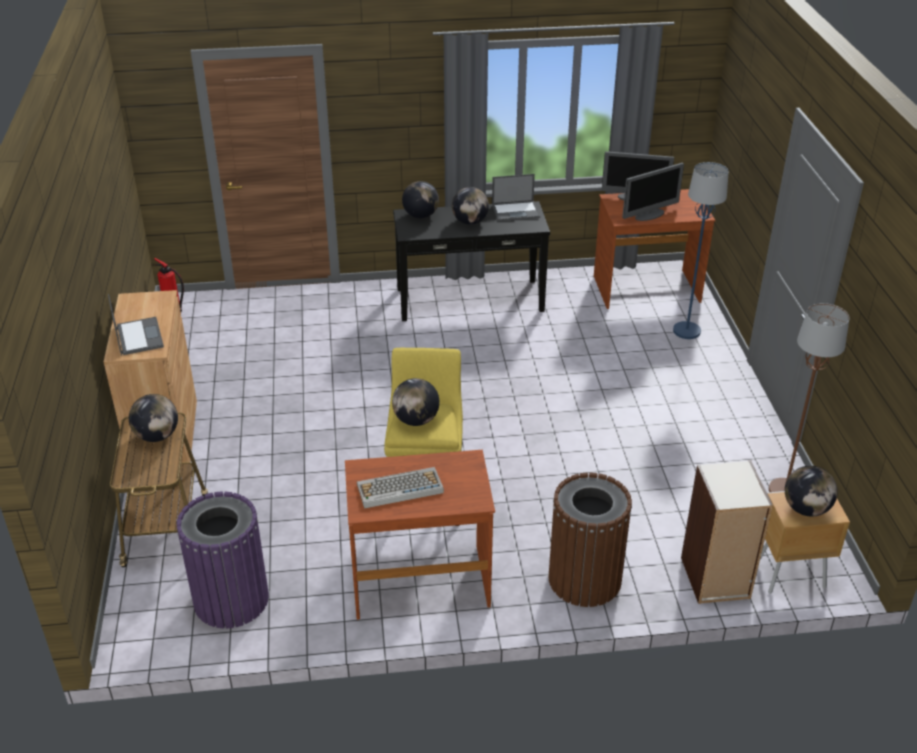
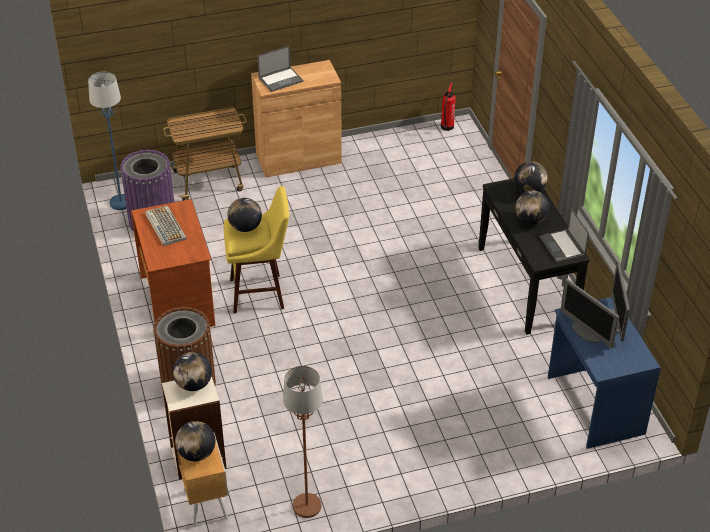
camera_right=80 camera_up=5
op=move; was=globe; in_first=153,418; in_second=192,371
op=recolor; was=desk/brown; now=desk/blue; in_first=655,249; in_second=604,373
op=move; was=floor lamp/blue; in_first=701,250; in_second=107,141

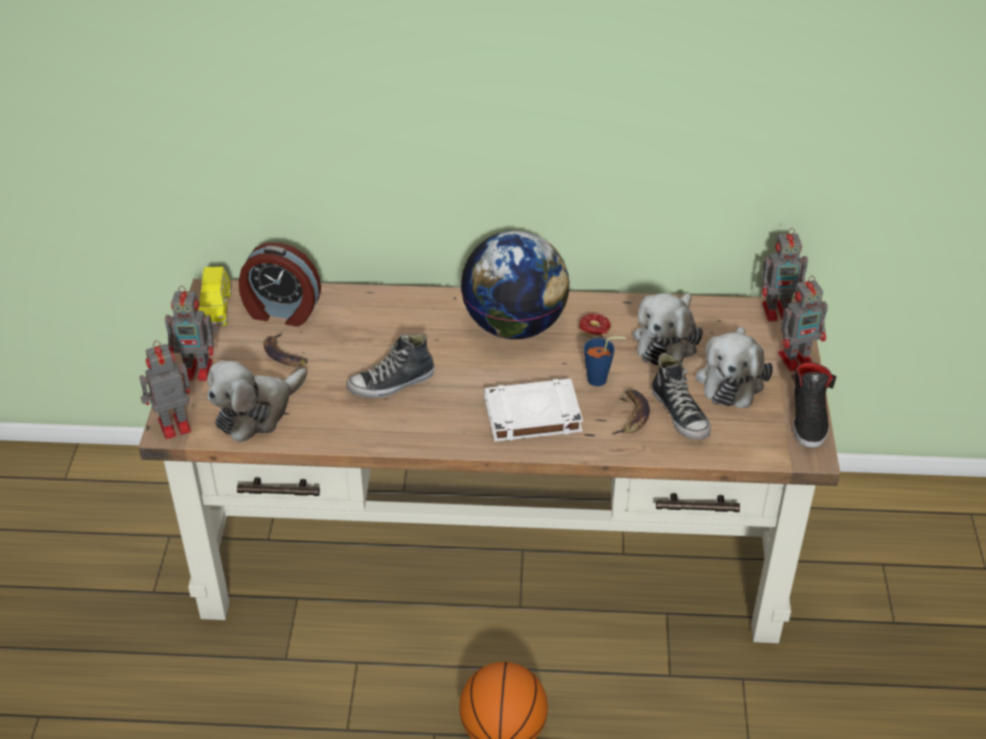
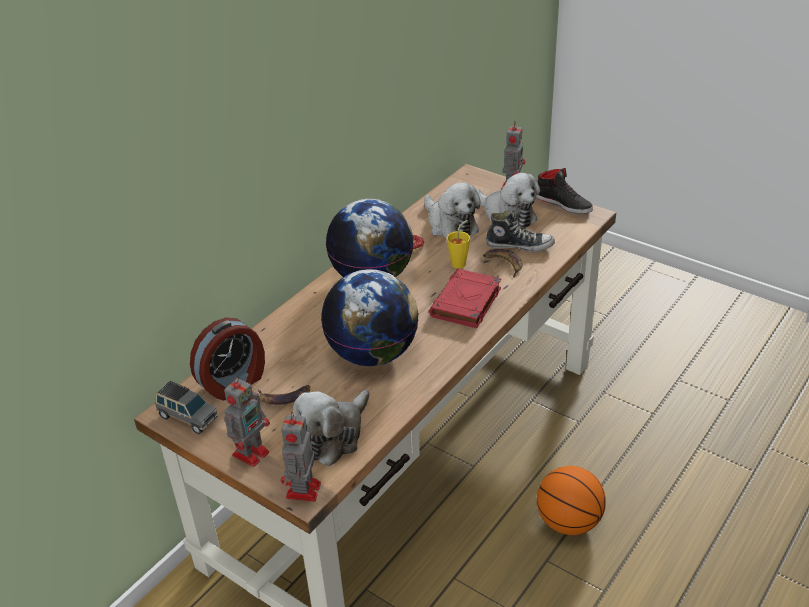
camera_right=-55 camera_up=-5
op=recolor; was=toy car/yellow; now=toy car/grey; in_first=214,296; in_second=186,407
op=rotate; was=plush toy; in_first=257,401; in_second=331,428; clockwise=45
op=replace; was=shoe; now=globe; in_first=390,366; in_second=370,317
op=recolor; was=book/white; now=book/red; in_first=533,410; in_second=465,298
op=recolor; was=cup/blue; now=cup/yellow; in_first=605,361; in_second=458,244
op=delete; was=toy robot; in_first=785,274

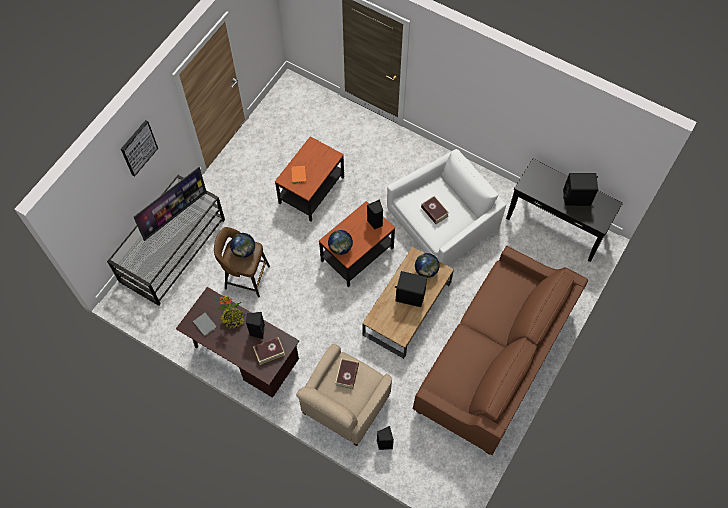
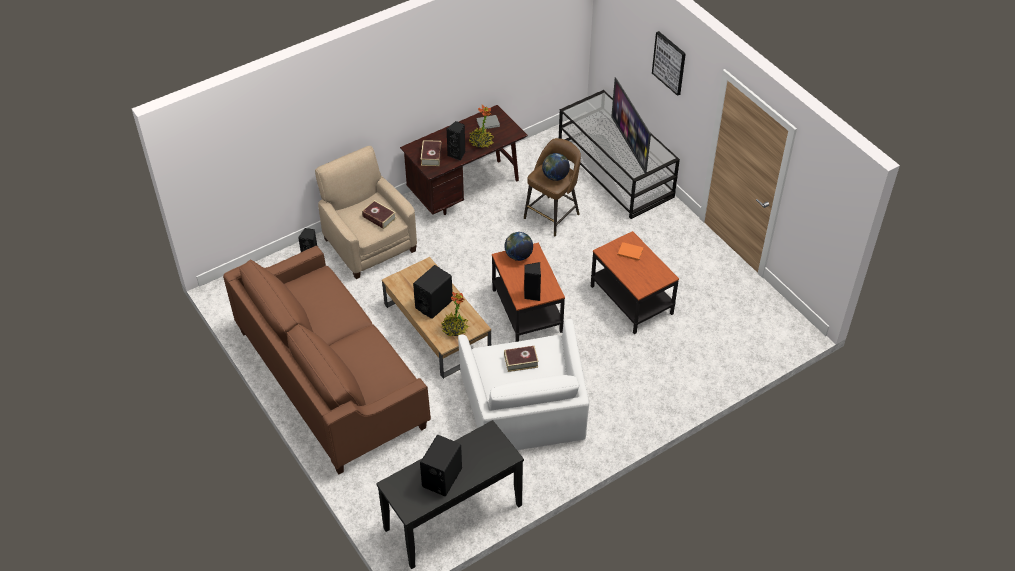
camera_right=115 camera_up=-15
op=replace; was=globe; now=potted plant; in_first=427,265; in_second=455,314

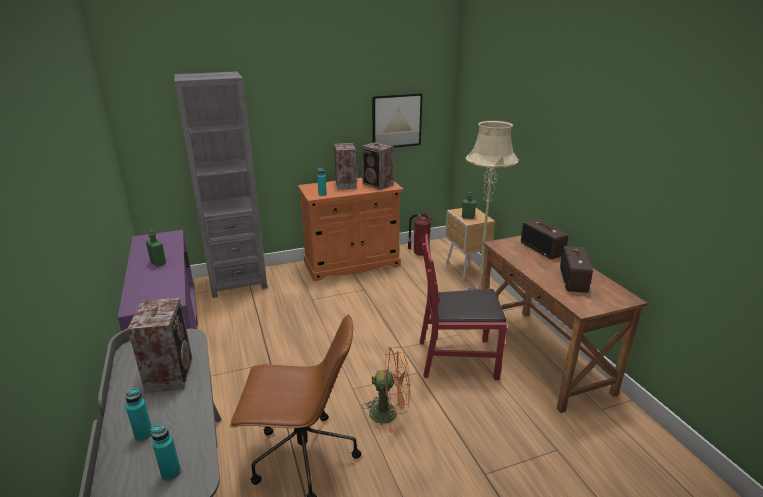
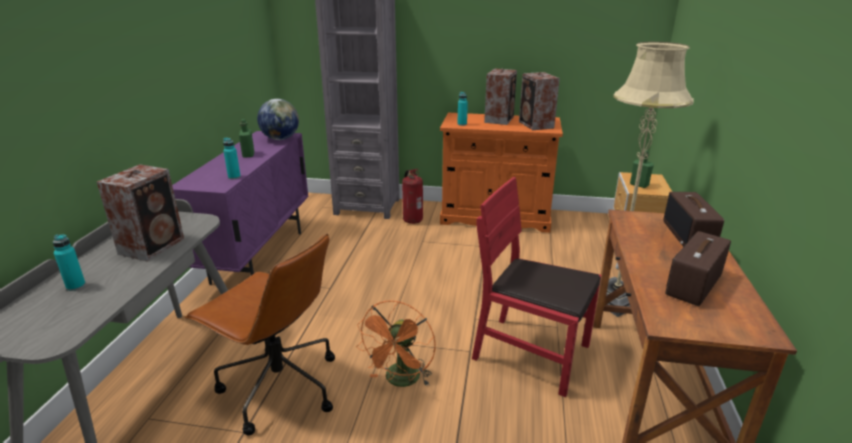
camera_right=30 camera_up=0
op=move; was=bottle/turquoise; in_first=166,453; in_second=232,158
op=rotate; was=fan/orange; in_first=386,390; in_second=396,343; clockwise=75
op=delete; was=picture; in_first=397,120
op=move; was=fire extinguisher; in_first=420,234; in_second=412,196
op=insert; now=globe; in_second=278,119

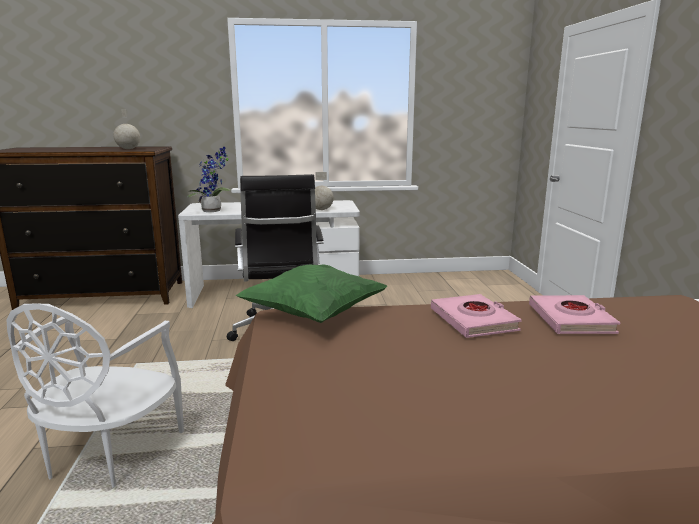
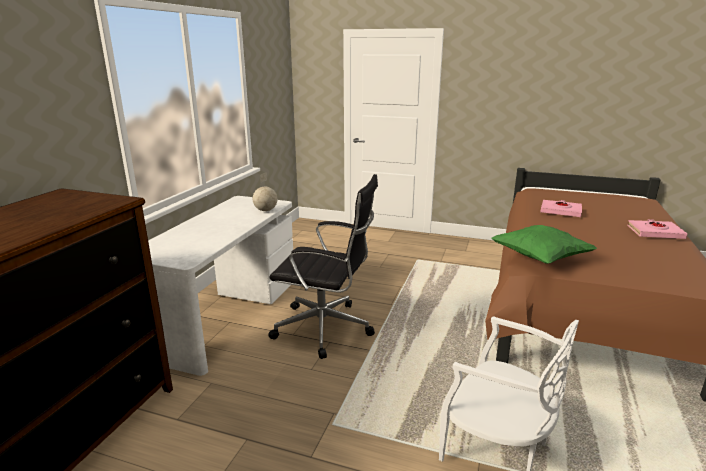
camera_right=-65 camera_up=5
op=delete; was=globe; in_first=126,129
op=delete; was=potted plant; in_first=209,179
op=move; was=book/pink; in_first=476,316; in_second=657,229

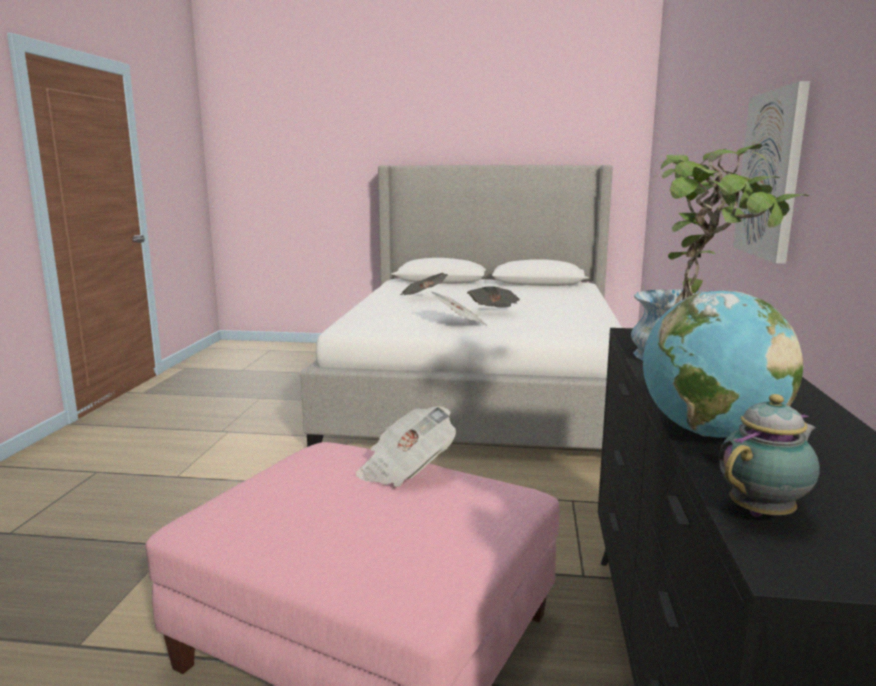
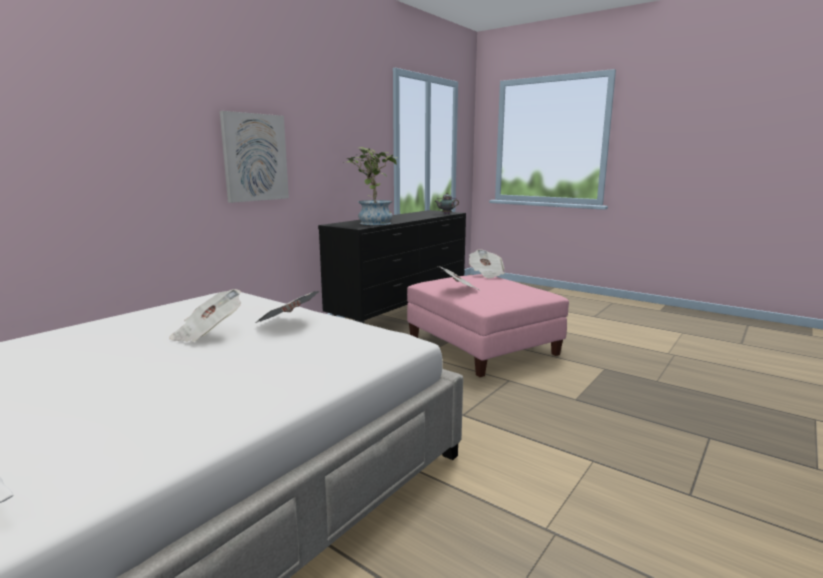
camera_right=-150 camera_up=0
op=move; was=newspaper; in_first=424,284; in_second=487,263
op=delete; was=globe; in_first=723,364

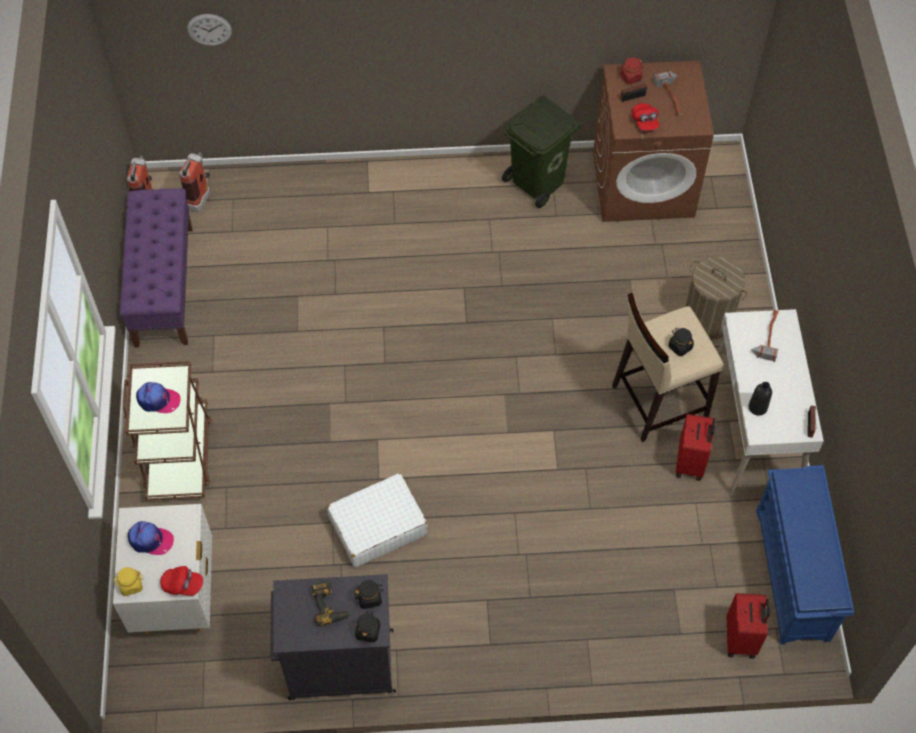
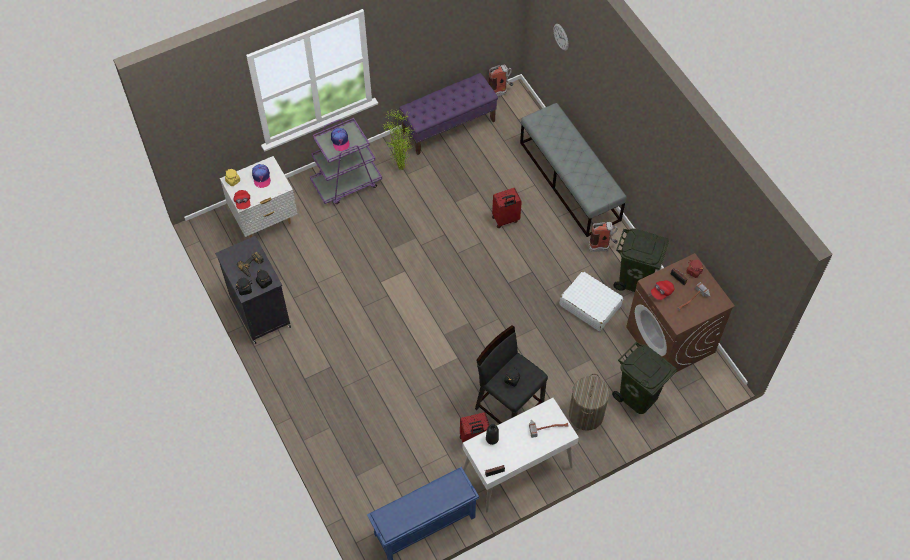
camera_right=65 camera_up=0
op=recolor; was=cart/brown; now=cart/purple; in_first=167,430; in_second=346,161
op=move; was=fire extinguisher; in_first=194,182; in_second=603,237
op=move; was=suitcase/white; in_first=377,520; in_second=591,301
op=recolor; was=stool/beige; now=stool/black; in_first=668,367; in_second=511,374
op=move; was=suitcase/red; in_first=748,626; in_second=507,208
op=insert; now=potted plant; in_second=399,139
op=insert; now=bench/grey; in_second=573,170
op=insert; now=trash can/green; in_second=644,378

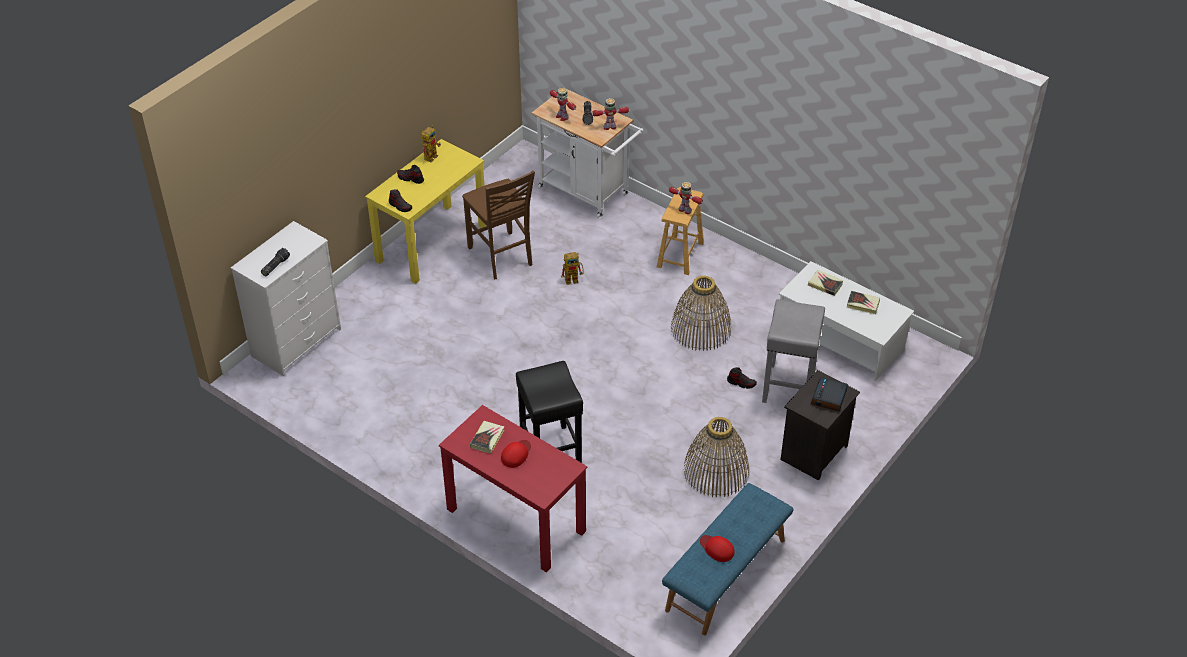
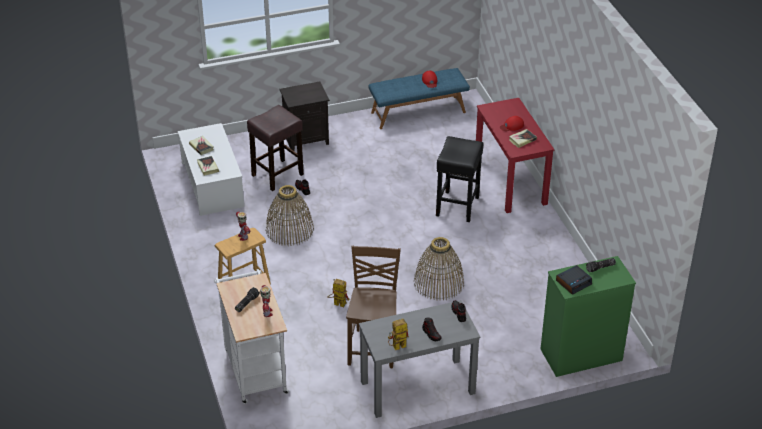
camera_right=-145 camera_up=-5
op=recolor; was=dresser/white; now=dresser/green; in_first=286,298; in_second=588,316
op=recolor; was=desk/yellow; now=desk/grey; in_first=425,211; in_second=419,359
op=delete; was=toy robot; in_first=610,114
op=move; was=basket; in_first=716,457; in_second=439,269
op=recolor; was=stool/grey; now=stool/brown; in_first=793,351; in_second=275,148
op=move; was=alarm clock; in_first=829,394; in_second=574,280

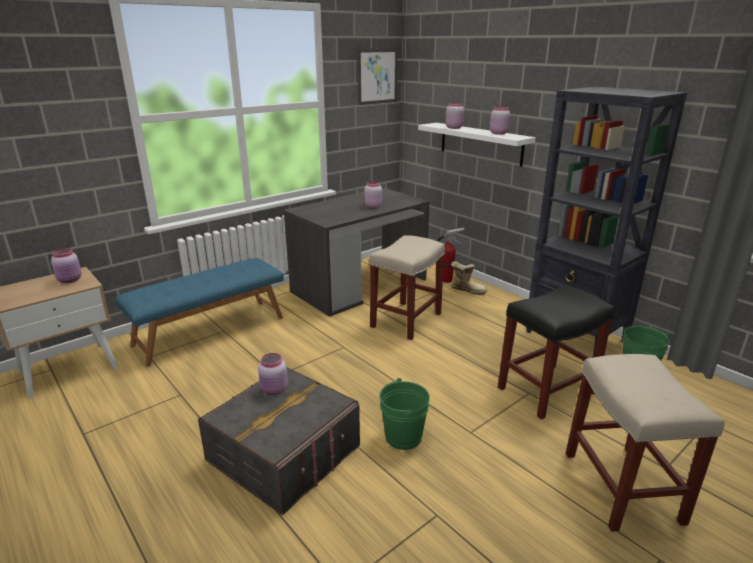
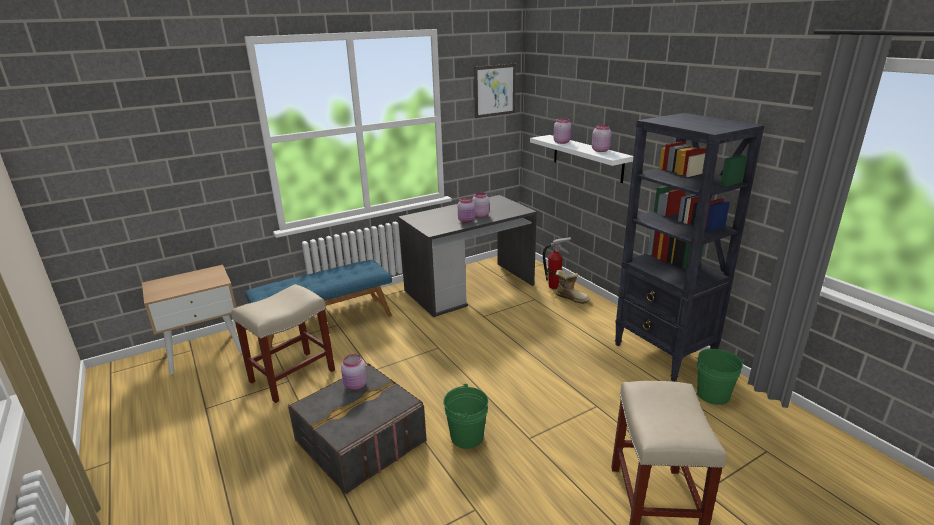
camera_right=10 camera_up=0
op=move; was=jar/pink; in_first=66,265; in_second=466,210
op=move; was=stool/beige; in_first=407,287; in_second=283,343
op=delete; was=stool/black; in_first=556,352

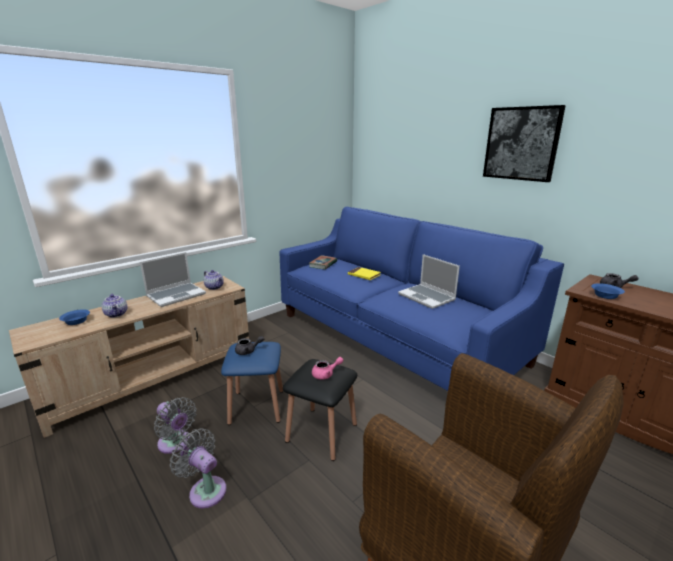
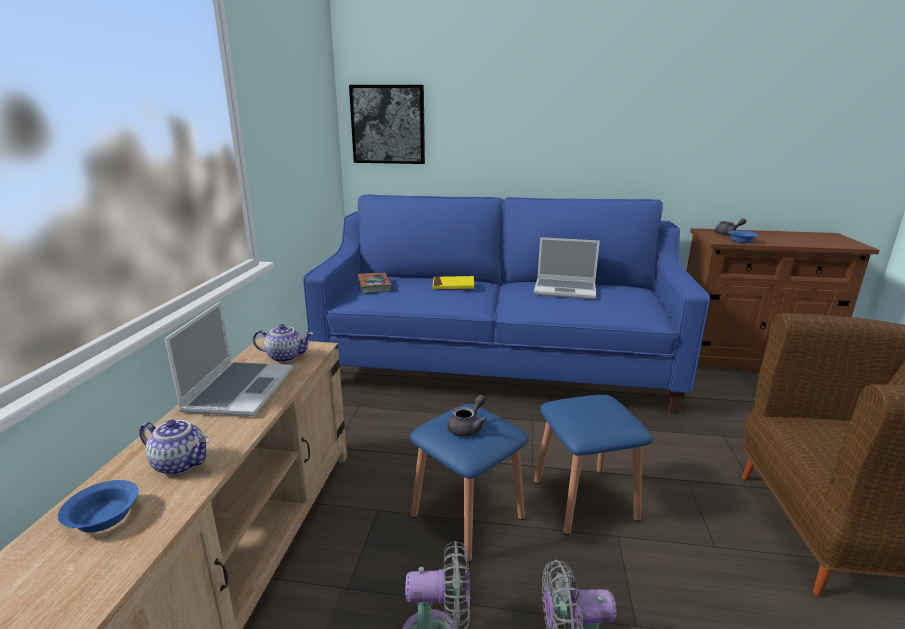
camera_right=-40 camera_up=0
op=recolor; was=stool/black; now=stool/blue; in_first=320,410; in_second=593,465
op=delete; was=teapot/pink; in_first=327,368
op=move; was=picture; in_first=524,143; in_second=387,124

